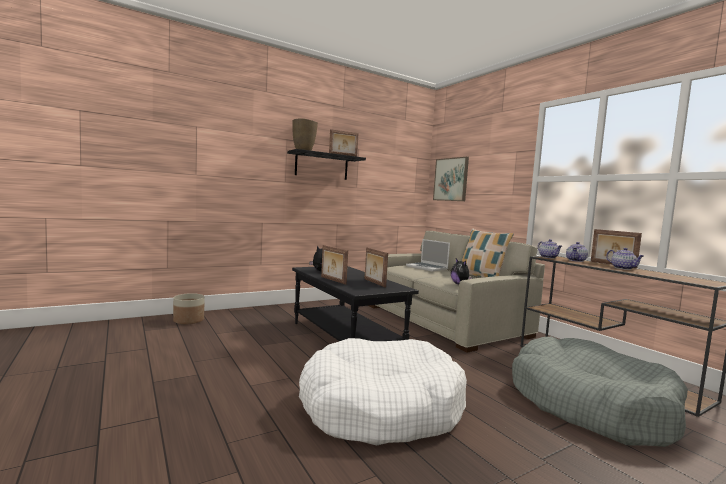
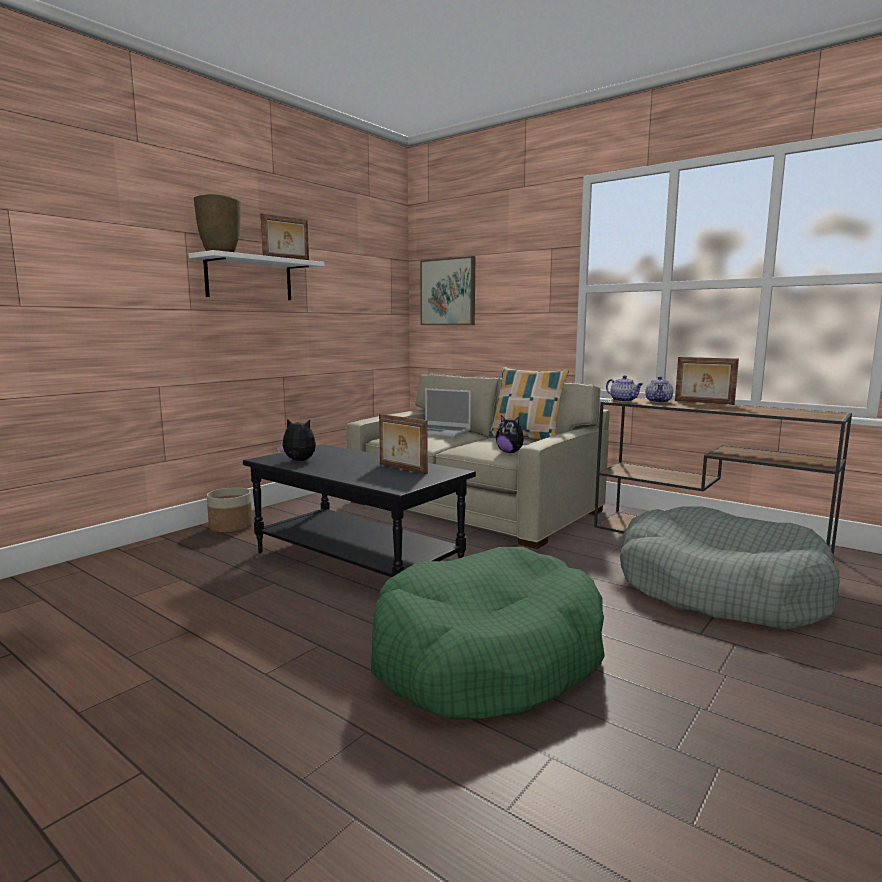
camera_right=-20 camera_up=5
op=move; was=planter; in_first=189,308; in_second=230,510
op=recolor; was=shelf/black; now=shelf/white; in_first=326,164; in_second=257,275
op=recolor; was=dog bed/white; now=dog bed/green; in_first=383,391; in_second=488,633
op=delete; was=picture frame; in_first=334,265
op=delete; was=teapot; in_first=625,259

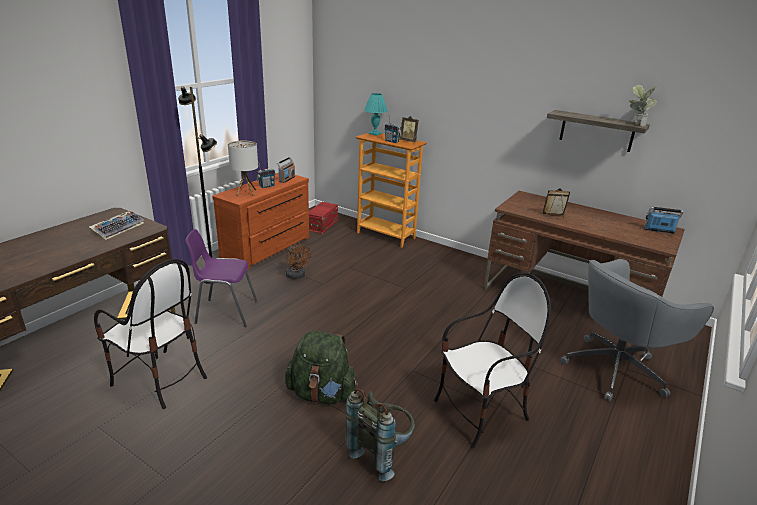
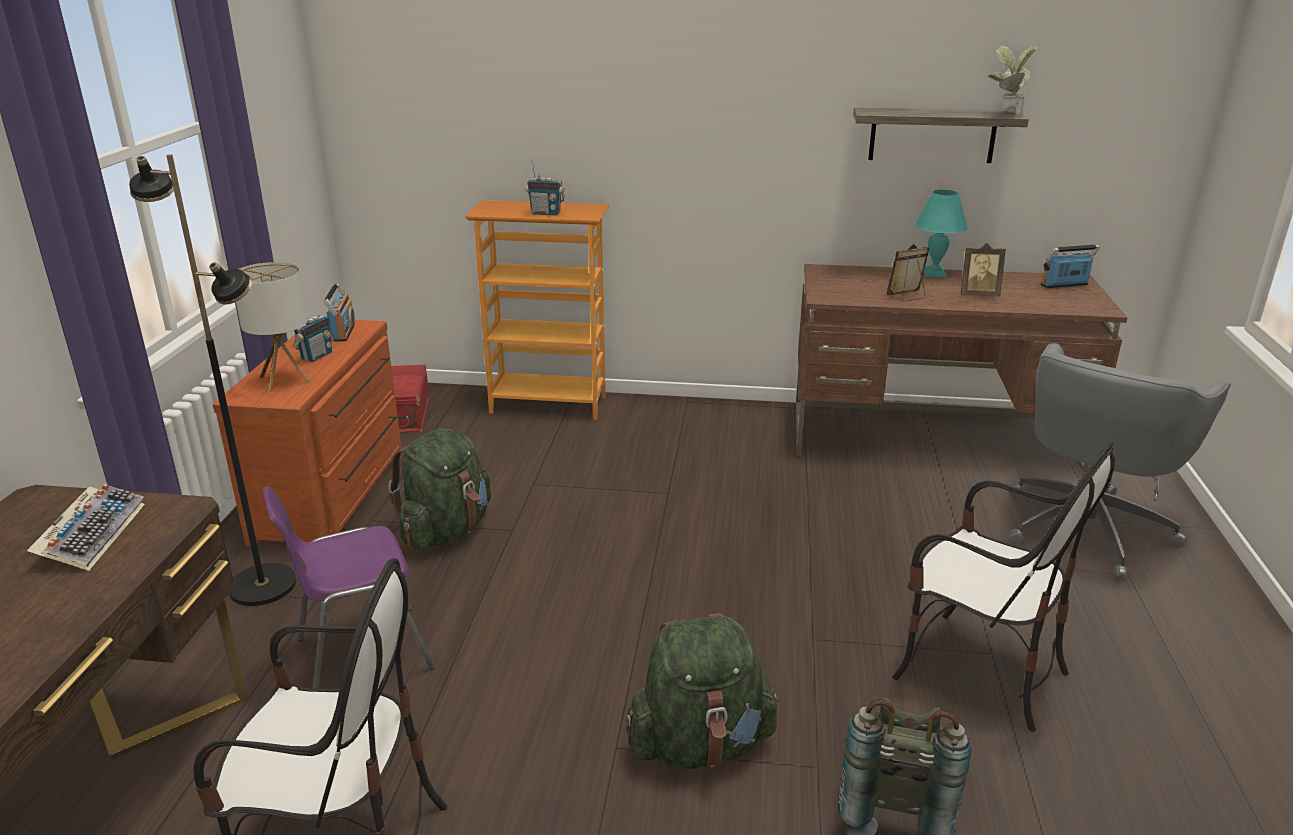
camera_right=-25 camera_up=0
op=replace; was=fan/brown; now=backpack/green; in_first=298,261; in_second=439,489
op=move; was=table lamp/turquoise; in_first=376,114; in_second=941,234
op=move; was=picture frame; in_first=409,129; in_second=983,269
op=rotate; was=chair; in_first=492,361; in_second=1003,587; clockwise=90

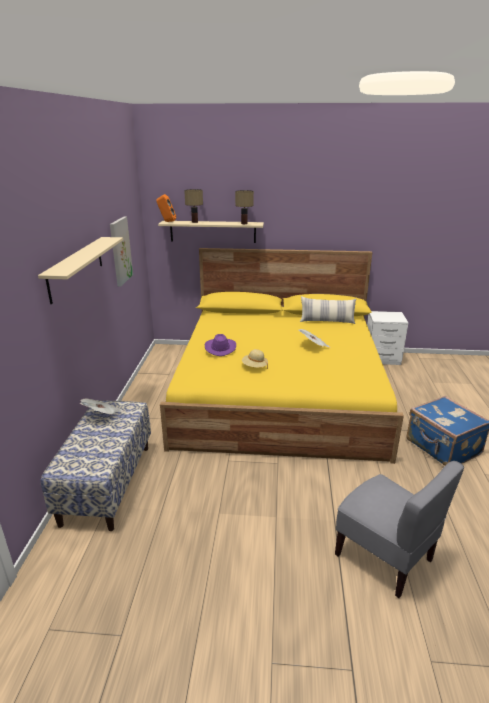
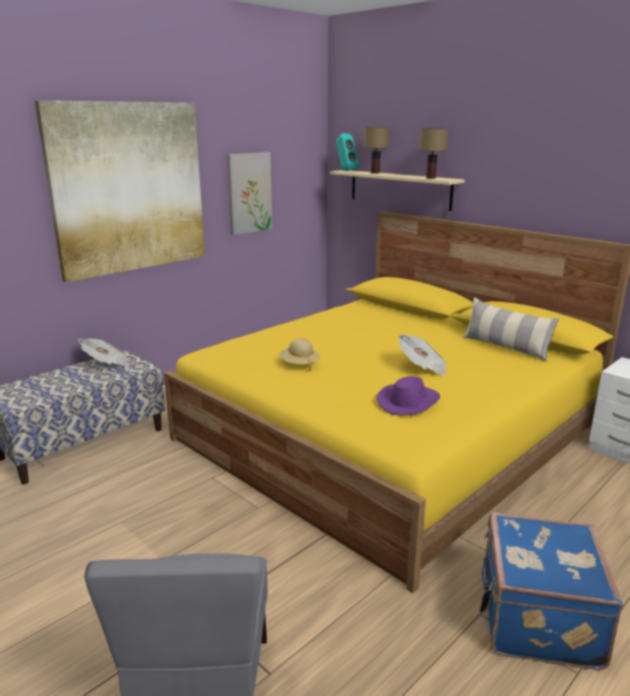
camera_right=40 camera_up=-5
op=replace; was=shelf/beige; now=picture; in_first=80,270; in_second=120,191
op=recolor; was=speaker/orange; now=speaker/turquoise; in_first=166,208; in_second=347,152
op=move; was=hat/purple; in_first=220,345; in_second=408,396

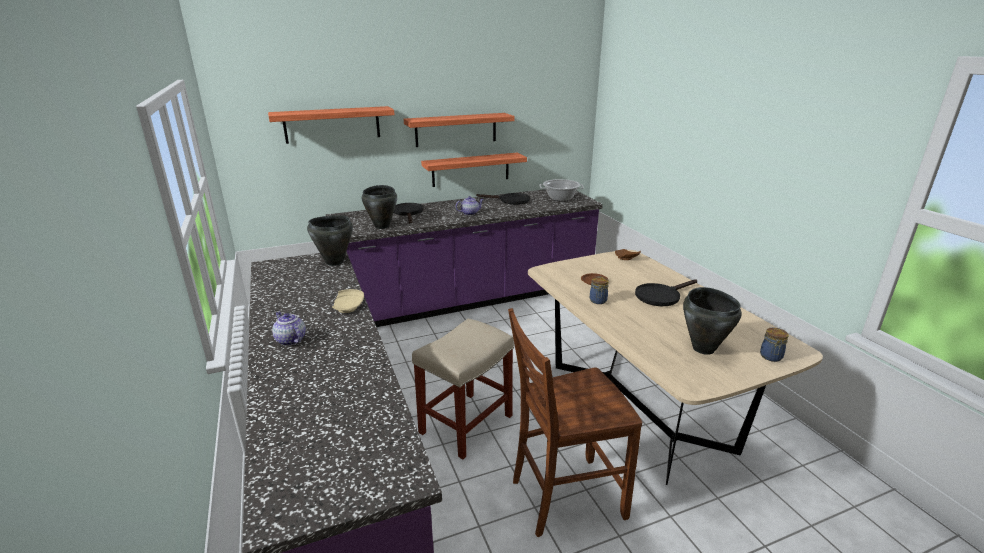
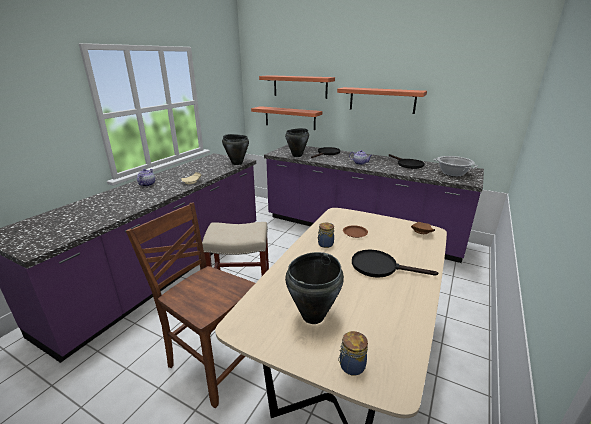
camera_right=50 camera_up=0
op=move; was=shelf; in_first=474,170; in_second=286,118

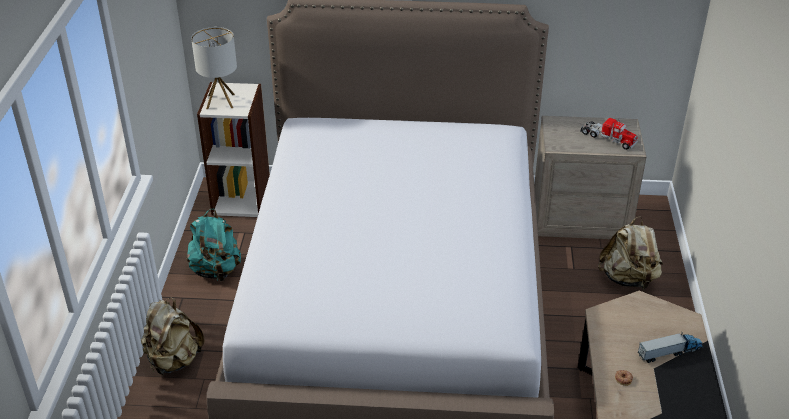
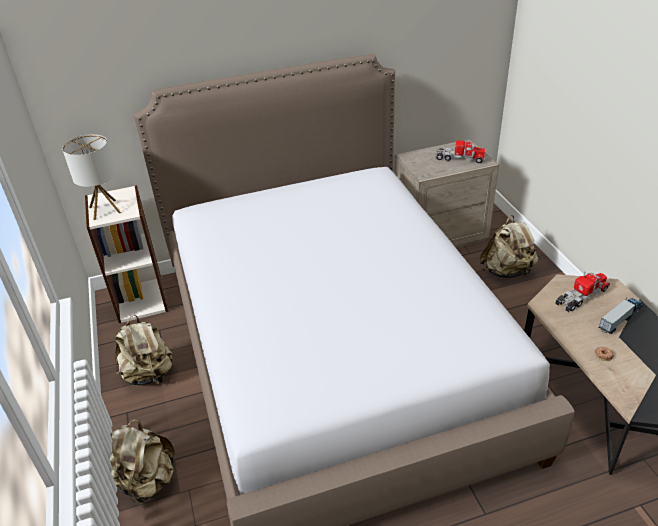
camera_right=-20 camera_up=0
op=recolor; was=backpack/turquoise; now=backpack/beige; in_first=213,245; in_second=143,350
op=insert; now=toy truck; in_second=582,291

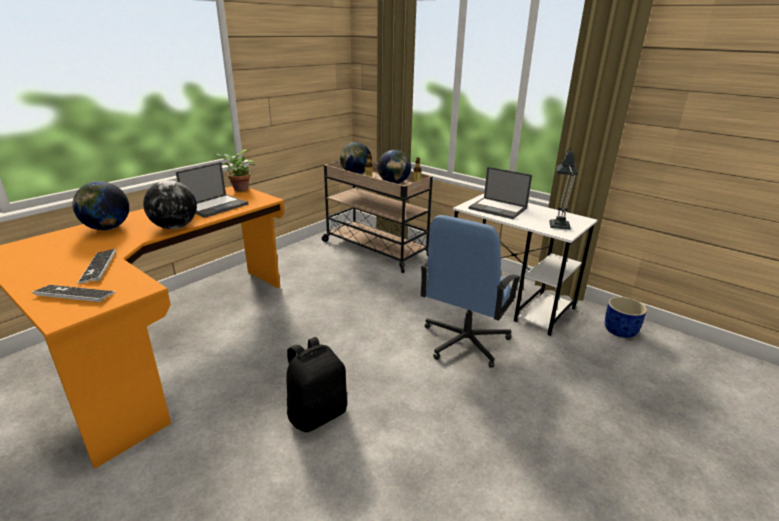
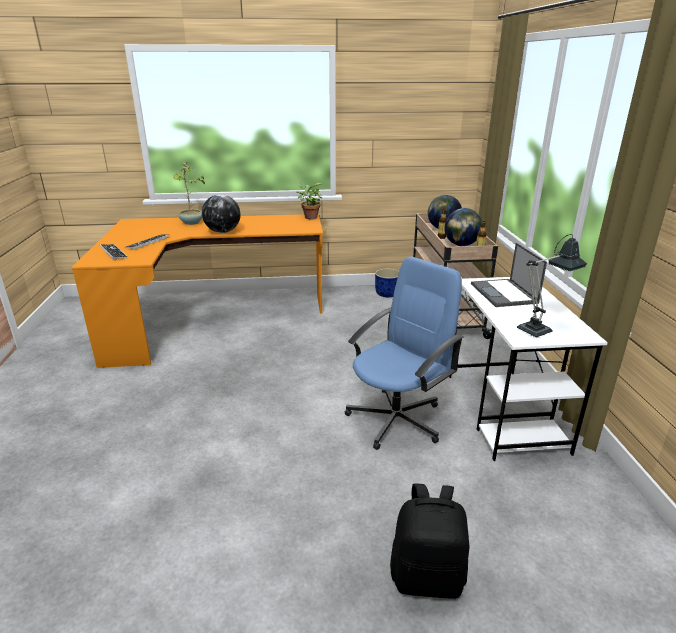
camera_right=45 camera_up=0
op=replace; was=globe; now=potted plant; in_first=100,205; in_second=188,193
op=delete; was=laptop; in_first=212,190
op=move; was=backpack/black; in_first=317,384; in_second=429,541
op=rotate; was=office chair/blue; in_first=470,291; in_second=404,353; clockwise=150
op=move; was=planter/blue; in_first=626,317; in_second=387,283

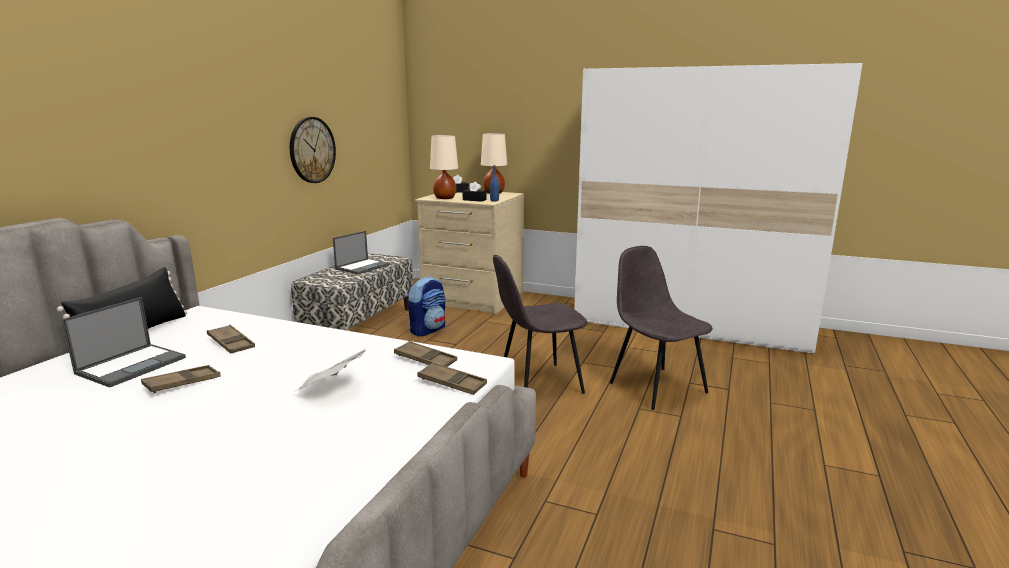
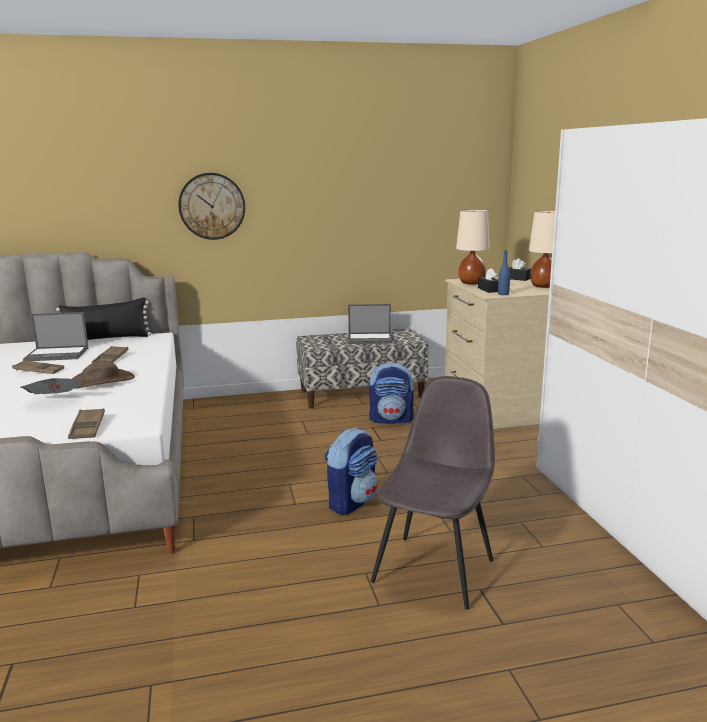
camera_right=55 camera_up=0
op=move; was=wall clock; in_first=313,150; in_second=211,206
op=delete; was=tray/brown; in_first=425,354
op=replace; was=chair/grey; now=backpack; in_first=540,324; in_second=351,471
op=insert; now=hat/brown; in_second=103,374

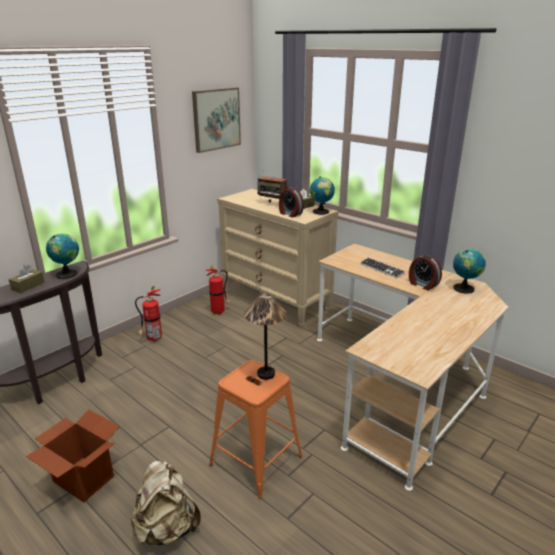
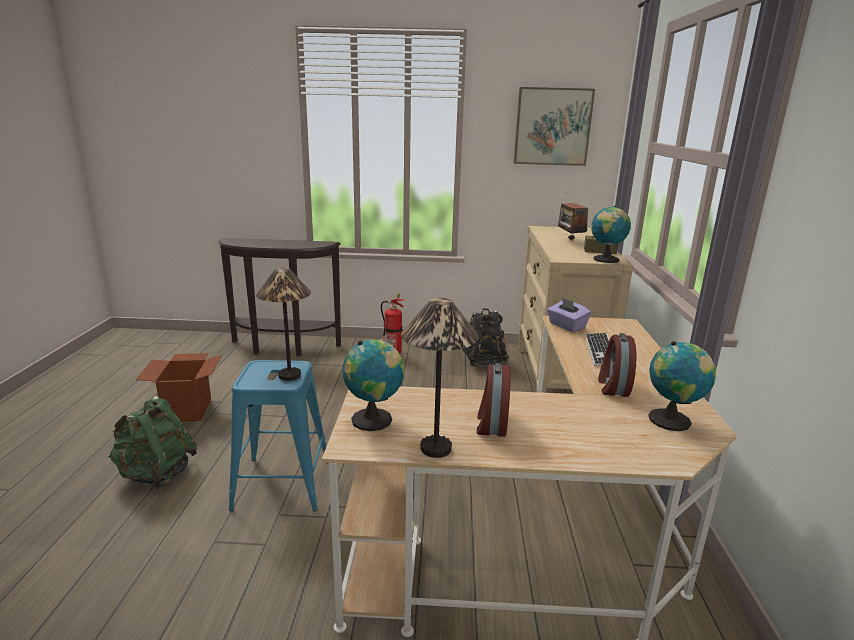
camera_right=50 camera_up=-5
op=delete; was=tissue box/brown; in_first=26,279
op=move; was=globe; in_first=62,256; in_second=373,385
op=recolor; was=backpack/beige; now=backpack/green; in_first=166,503; in_second=153,442
op=replace; was=fire extinguisher; now=backpack/black; in_first=218,290; in_second=486,337
op=recolor; was=stool/orange; now=stool/blue; in_first=255,429; in_second=278,435
op=move; was=alarm clock; in_first=291,202; in_second=494,400
op=insert; now=table lamp; in_second=440,378
op=insert; now=tissue box/purple; in_second=569,314

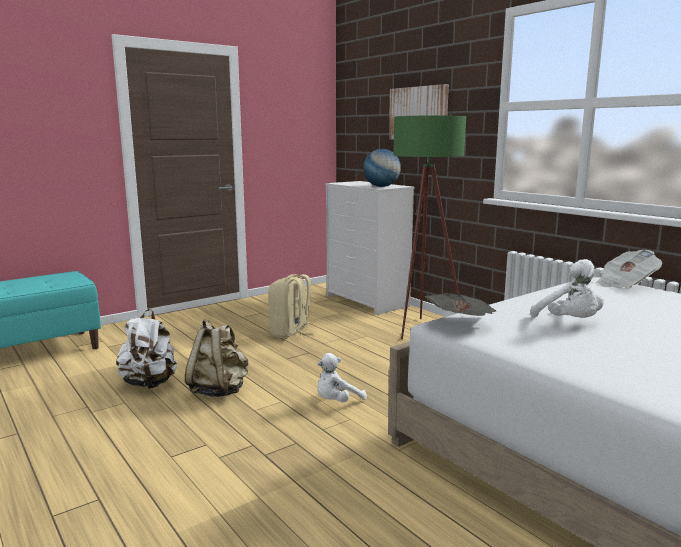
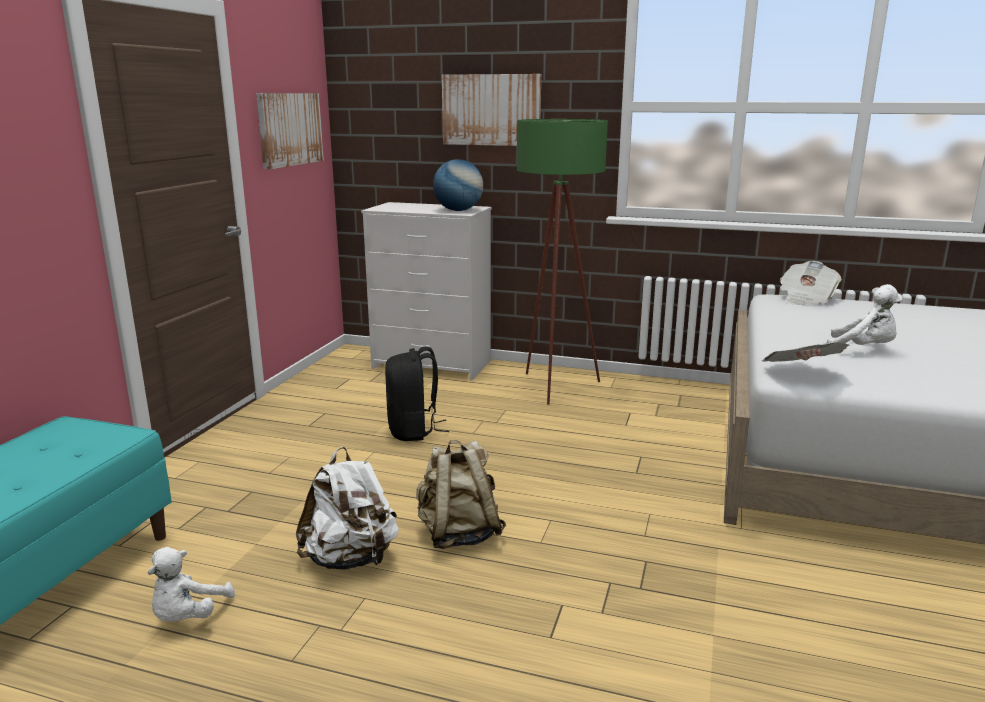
camera_right=-35 camera_up=5
op=recolor; was=backpack/beige; now=backpack/black; in_first=293,306; in_second=417,393
op=move; was=plush toy/white; in_first=342,377; in_second=191,584
op=insert; now=picture; in_second=290,131

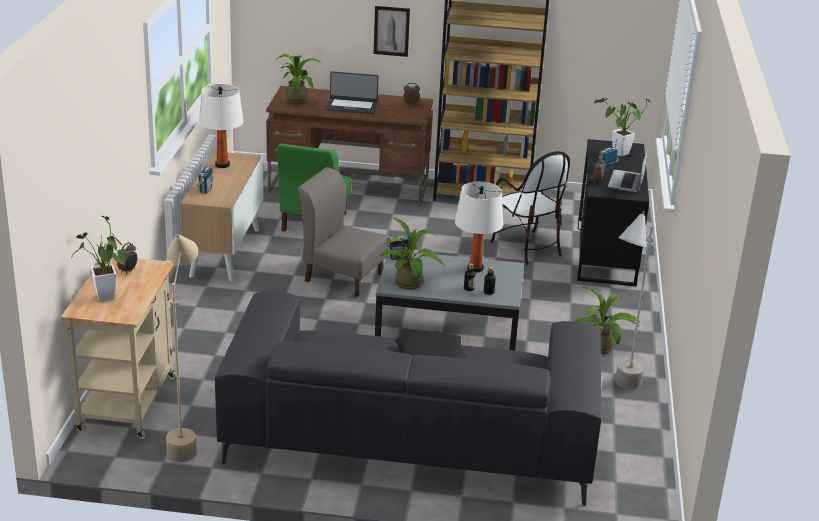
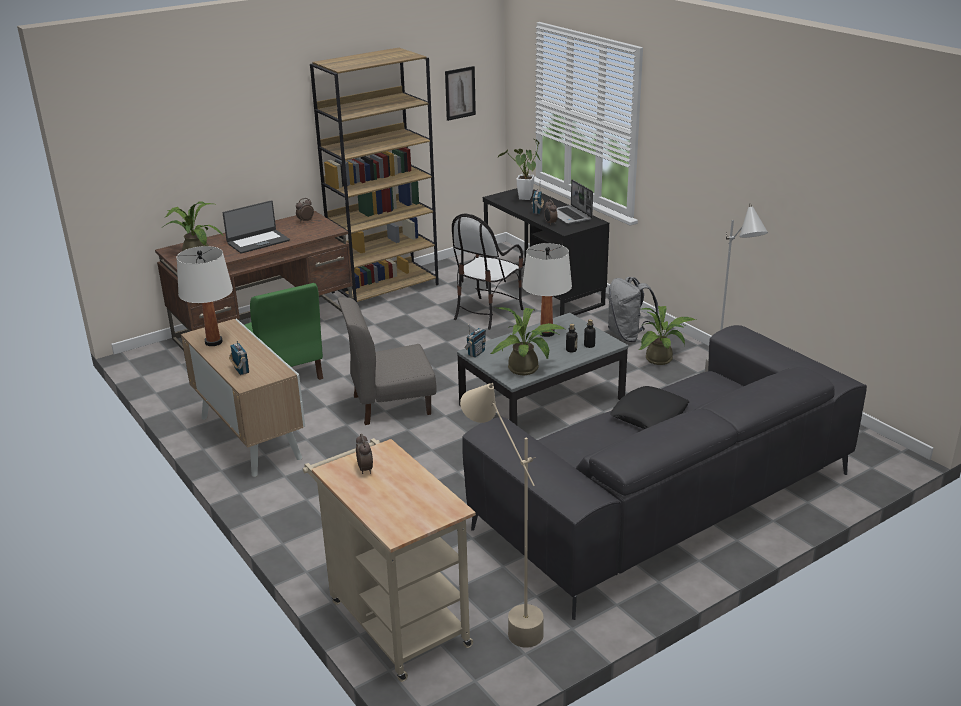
camera_right=-40 camera_up=0
op=delete; was=potted plant; in_first=98,259
op=move; was=picture; in_first=392,31; in_second=460,93
op=rotate; was=chair; in_first=530,208; in_second=488,272; clockwise=105
op=insert; now=backpack/grey; in_second=633,309

